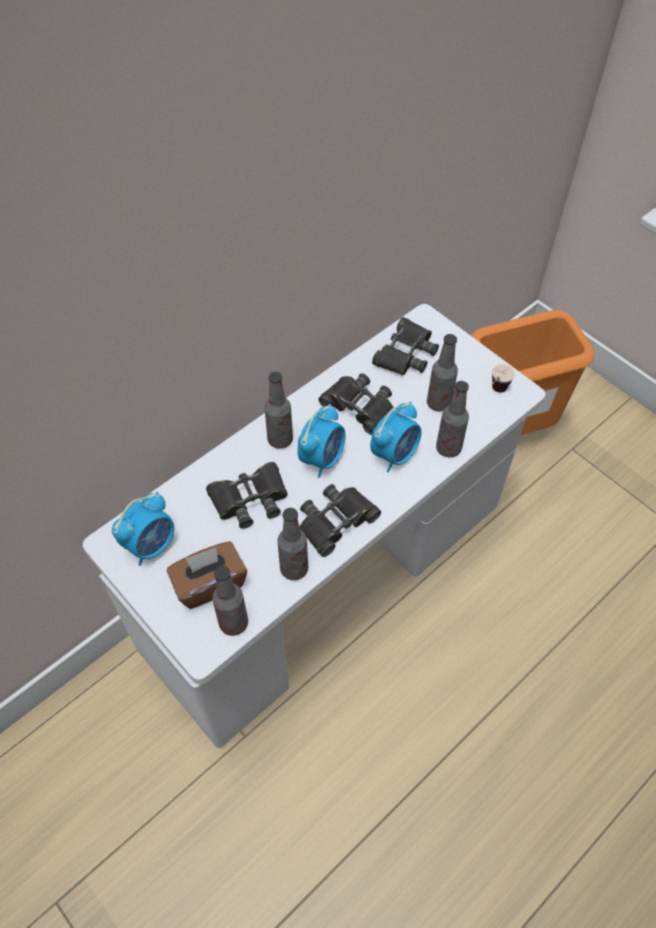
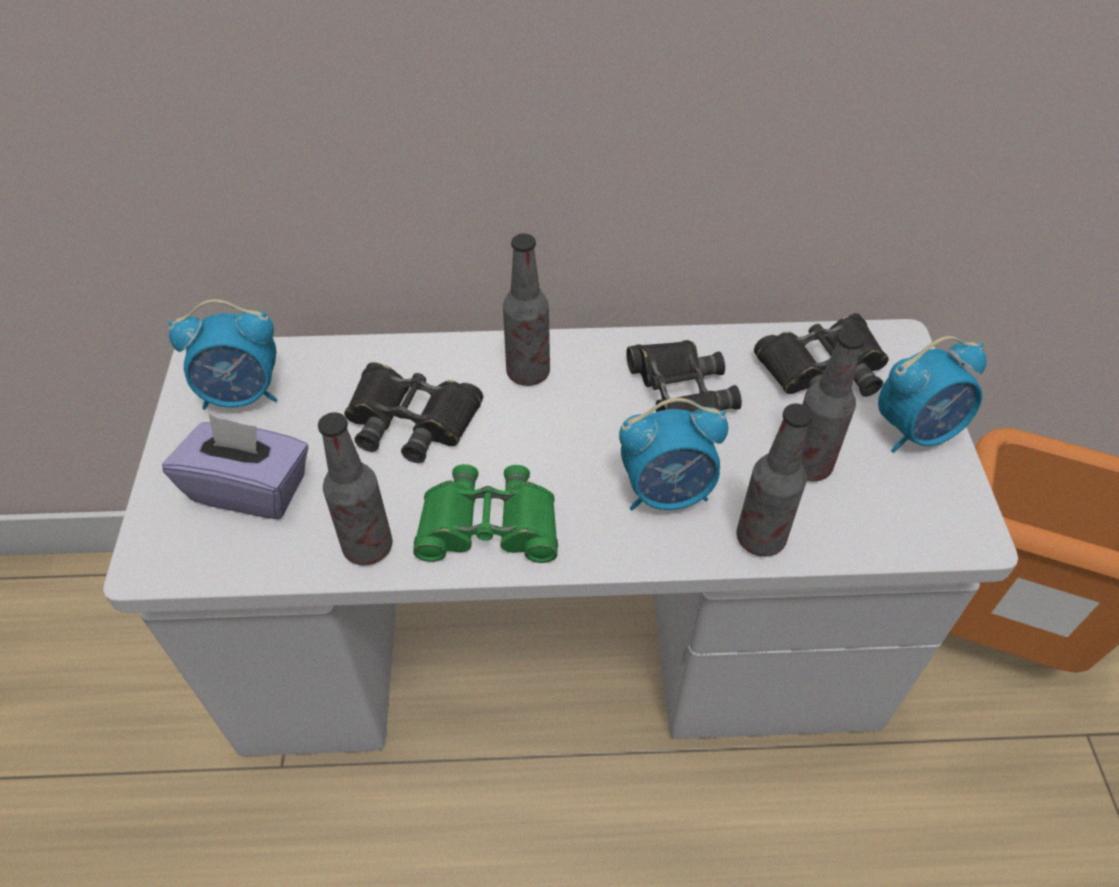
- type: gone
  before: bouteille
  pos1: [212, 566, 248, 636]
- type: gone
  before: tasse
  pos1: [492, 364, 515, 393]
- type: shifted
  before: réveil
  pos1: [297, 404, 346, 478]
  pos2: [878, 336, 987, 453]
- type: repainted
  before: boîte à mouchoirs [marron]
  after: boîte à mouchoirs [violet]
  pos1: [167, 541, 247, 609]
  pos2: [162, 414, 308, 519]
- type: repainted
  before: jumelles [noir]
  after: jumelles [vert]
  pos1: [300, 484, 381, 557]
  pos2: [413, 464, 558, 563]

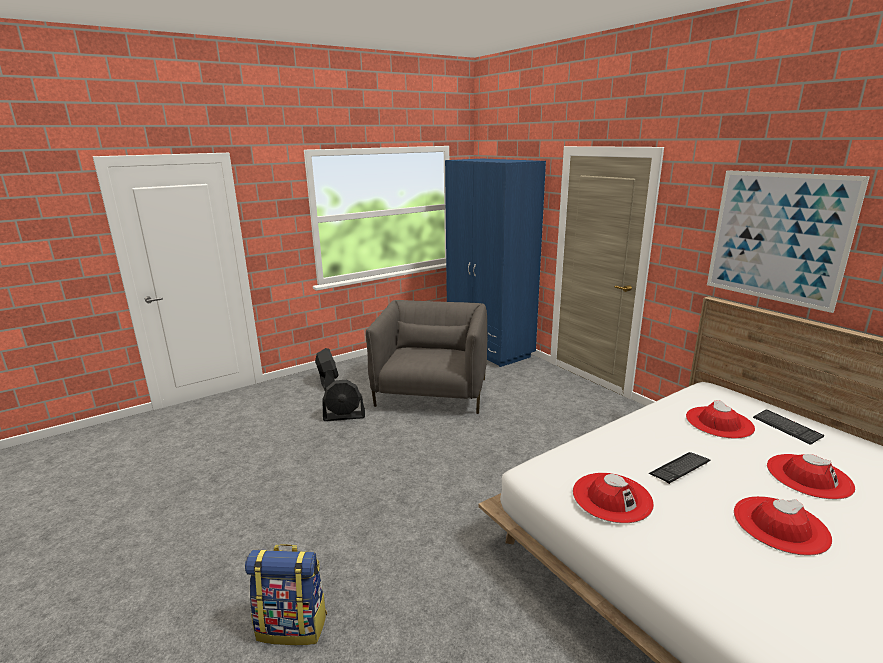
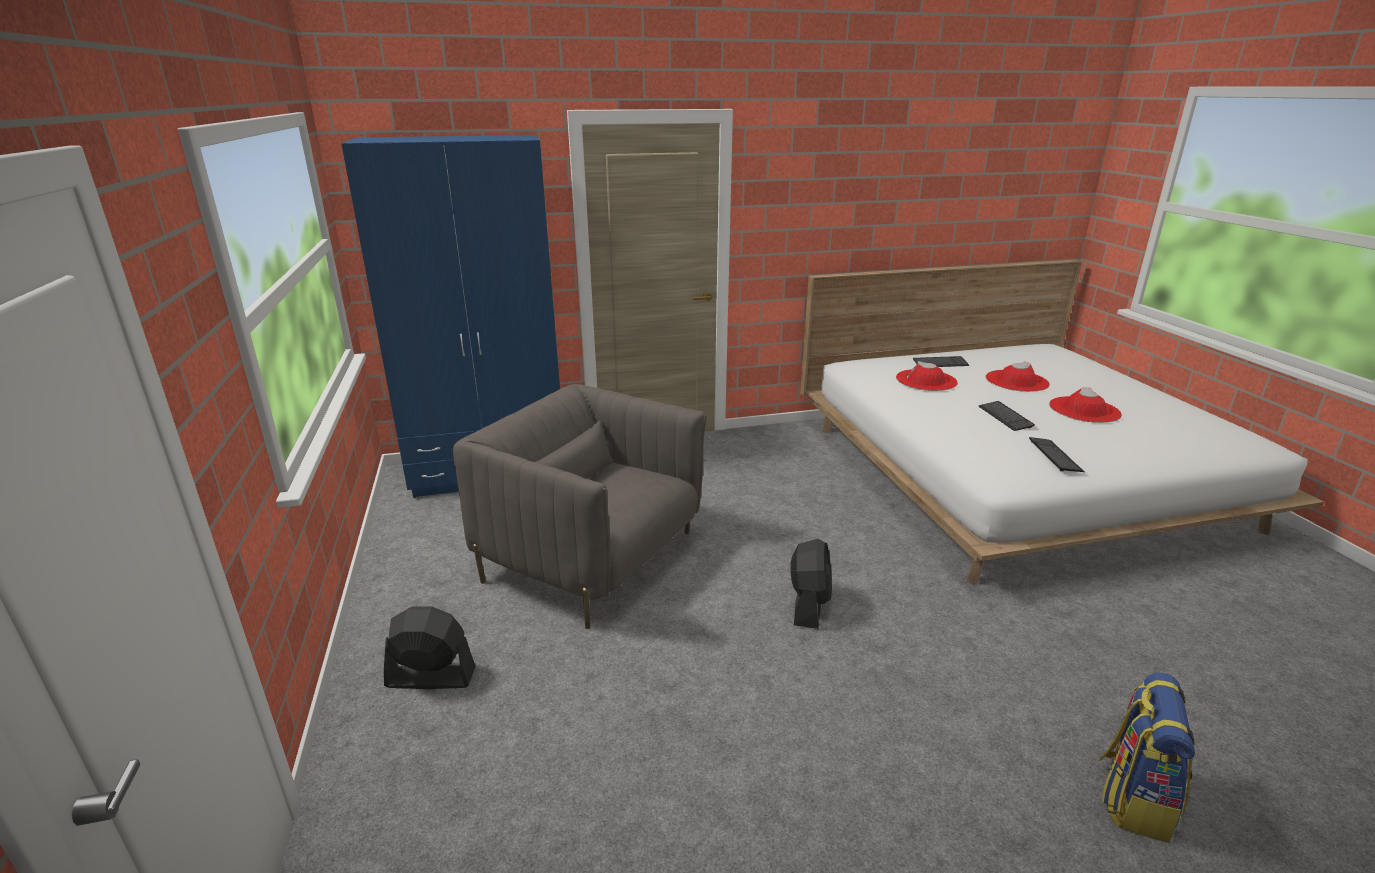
- type: gone
  before: tableau
  pos1: [707, 170, 870, 313]
- type: shifted
  before: ventilateur [noir]
  pos1: [322, 380, 365, 421]
  pos2: [791, 539, 832, 629]
- type: swapped
  before: chapeau [rouge]
  after: clavier
  pos1: [573, 473, 654, 523]
  pos2: [1029, 437, 1084, 472]

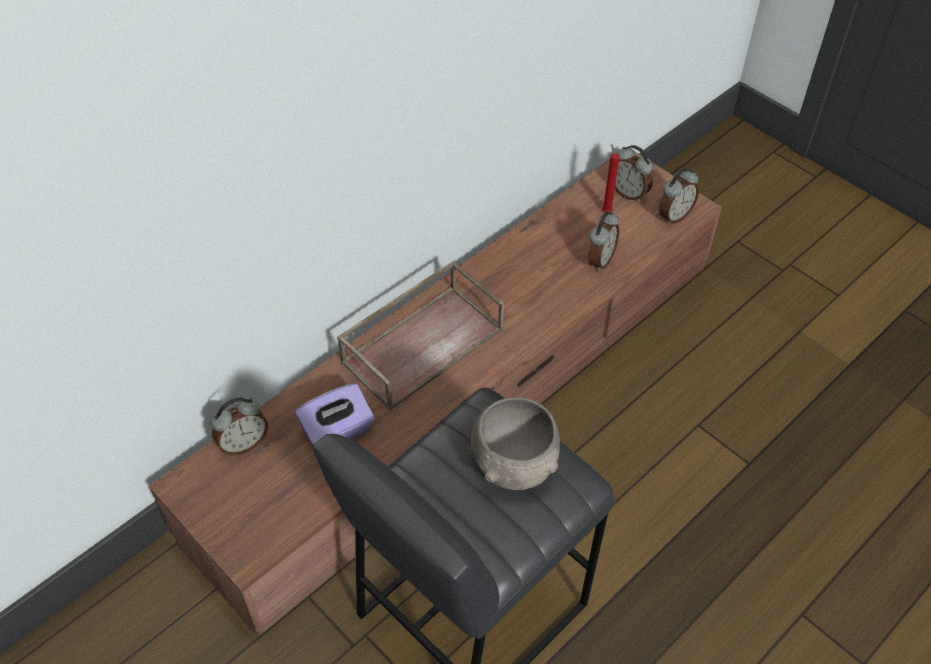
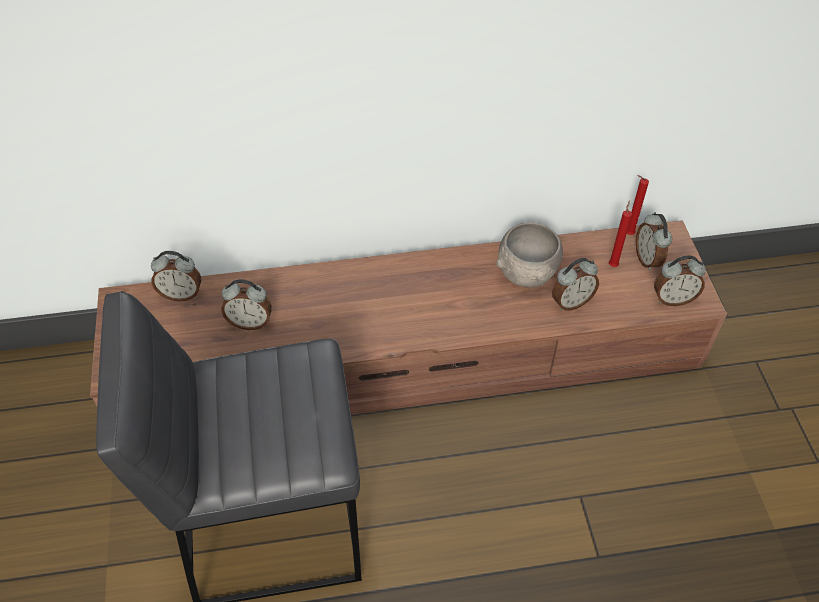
- type: gone
  before: plateau [marron]
  pos1: [337, 260, 504, 410]
- type: new
  after: bougie [rouge]
  pos2: [627, 175, 649, 235]
- type: shifted
  before: bol [gris]
  pos1: [471, 397, 560, 490]
  pos2: [496, 222, 563, 288]
- type: swapped
  before: boîte à mouchoirs [violet]
  after: réveil
  pos1: [295, 383, 374, 445]
  pos2: [222, 279, 272, 330]

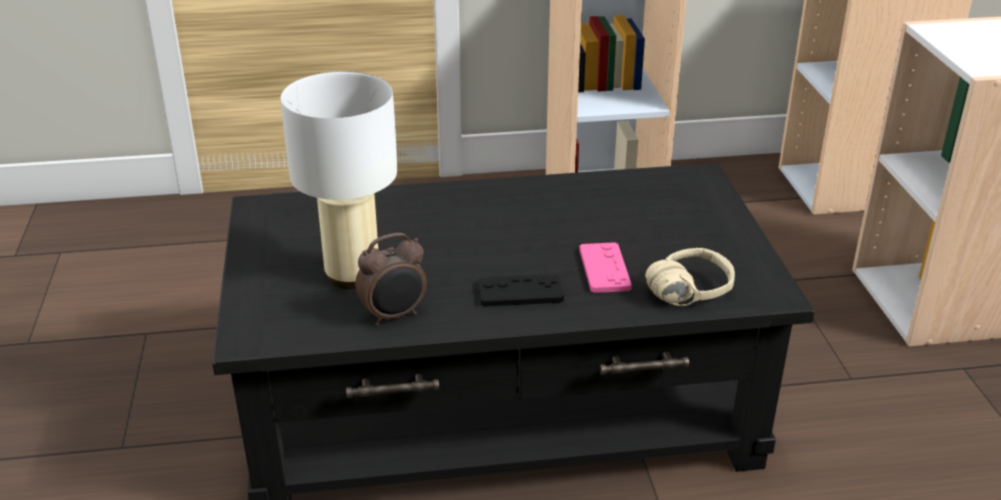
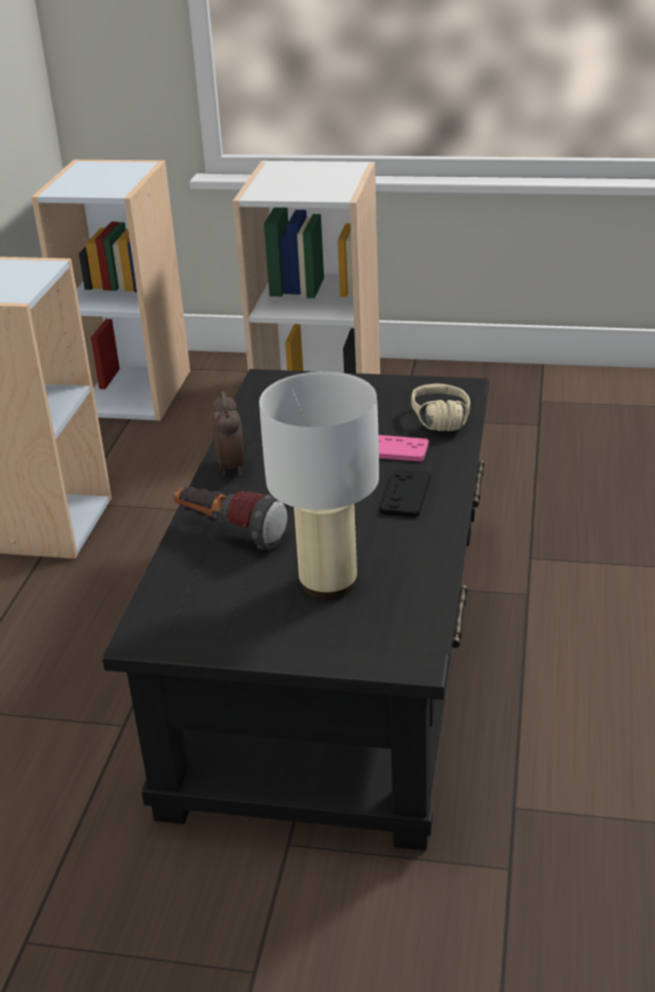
- type: new
  after: lampe de poche
  pos2: [173, 486, 290, 550]
- type: shifted
  before: réveil
  pos1: [355, 233, 427, 326]
  pos2: [212, 391, 246, 476]

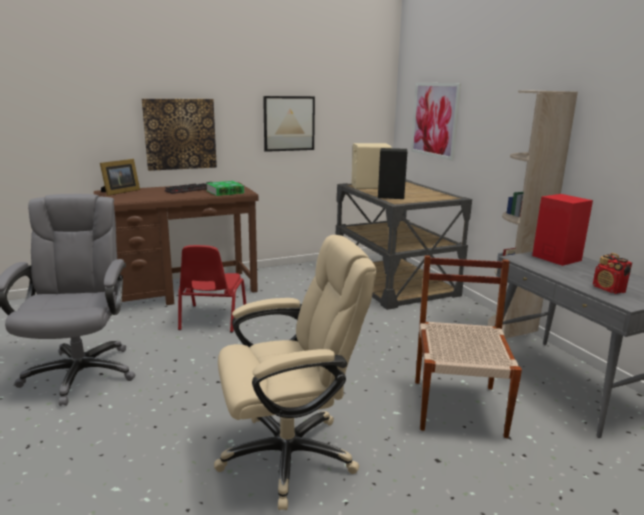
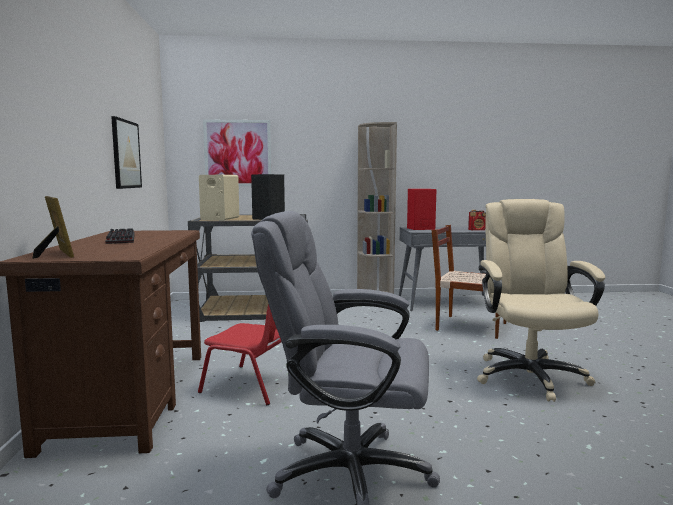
- type: gone
  before: tableau
  pos1: [142, 99, 217, 171]
- type: gone
  before: livre
  pos1: [206, 181, 244, 196]

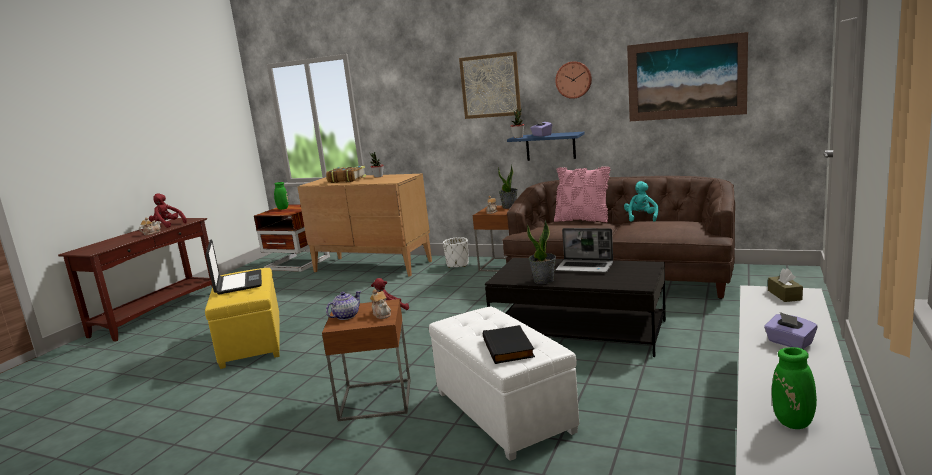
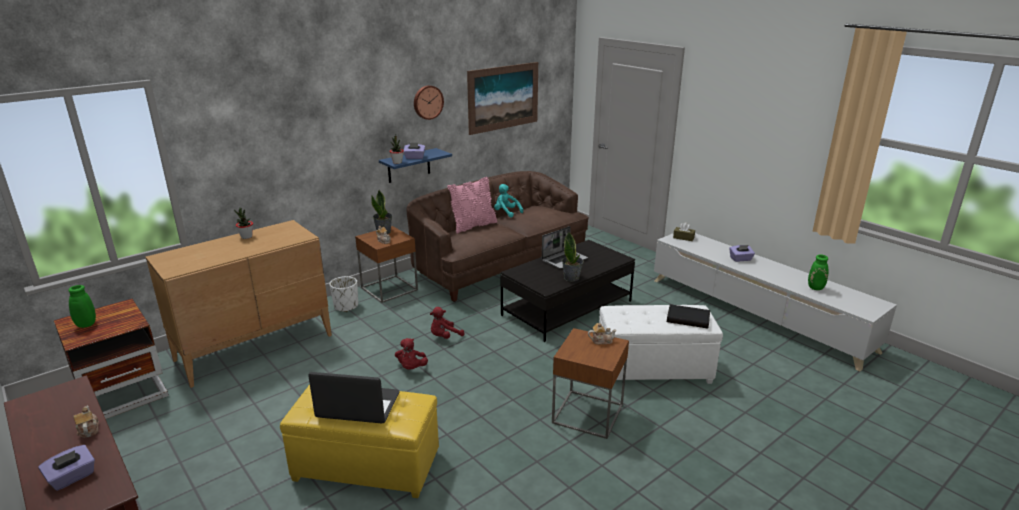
- type: gone
  before: livre
  pos1: [326, 166, 366, 183]
- type: gone
  before: théière
  pos1: [326, 291, 361, 320]
- type: gone
  before: tableau
  pos1: [459, 52, 521, 119]
- type: new
  after: boîte à mouchoirs [violet]
  pos2: [38, 445, 95, 491]
- type: shifted
  before: peluche [rouge]
  pos1: [149, 193, 187, 228]
  pos2: [430, 307, 464, 339]

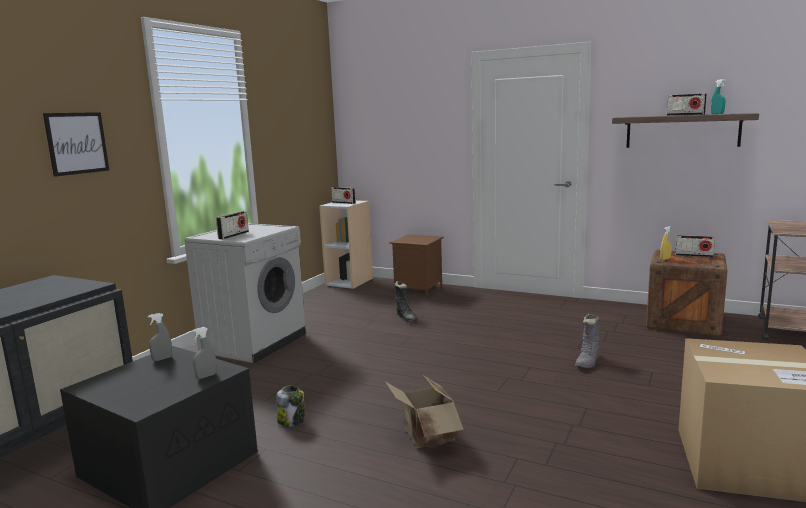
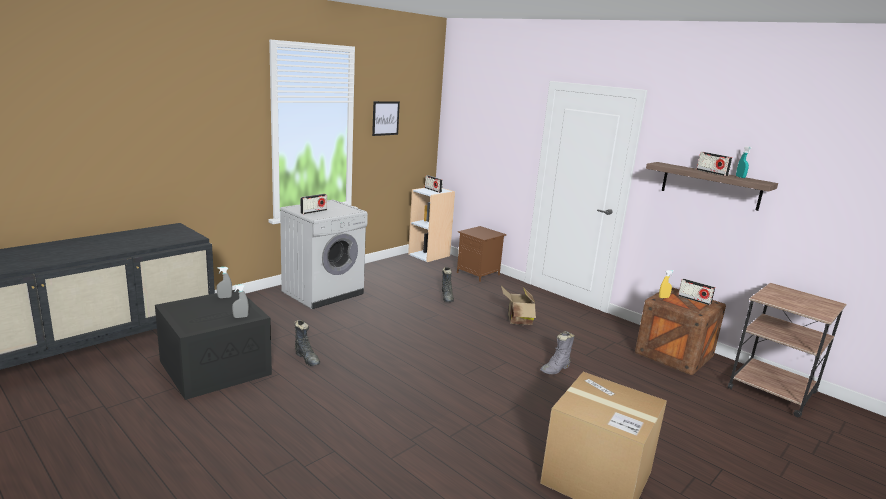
- type: shifted
  before: tableau
  pos1: [43, 112, 109, 177]
  pos2: [372, 101, 400, 136]
- type: shifted
  before: carton
  pos1: [386, 375, 464, 448]
  pos2: [501, 286, 536, 325]
- type: swapped
  before: bocal
  after: botte [noir]
  pos1: [277, 385, 305, 426]
  pos2: [294, 320, 320, 366]

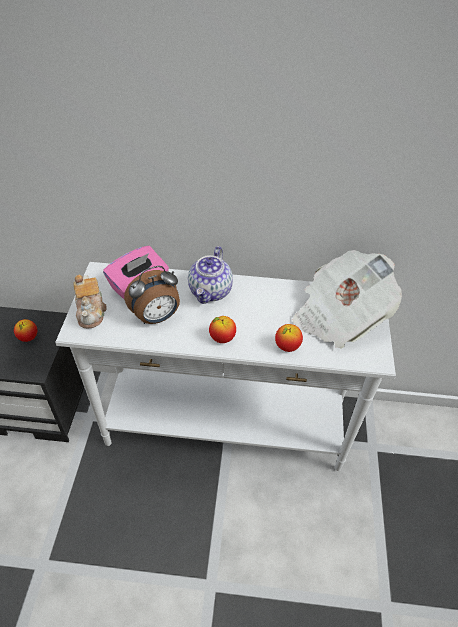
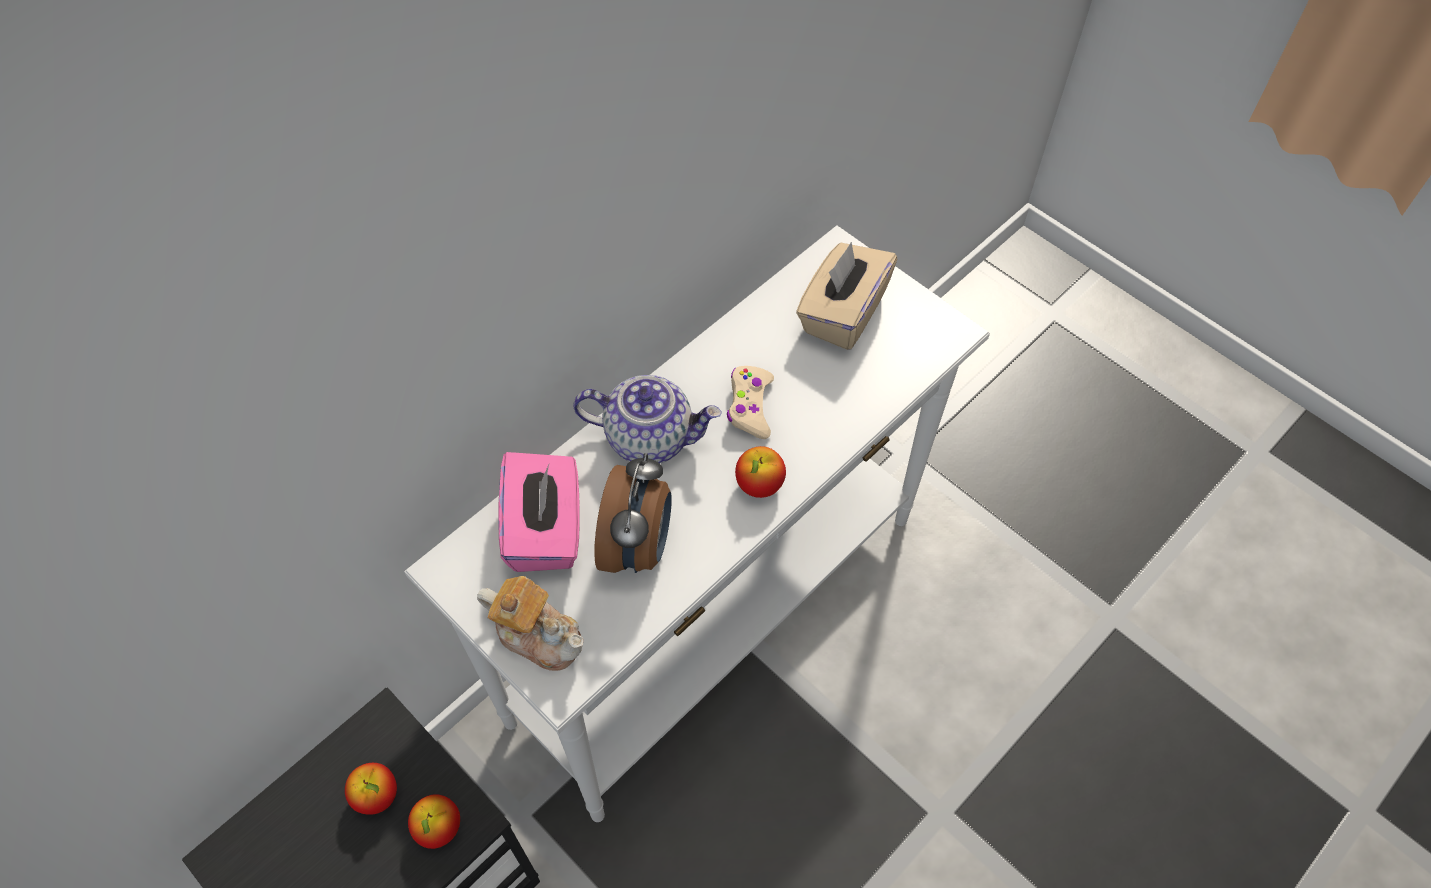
- type: new
  after: manette [beige]
  pos2: [727, 366, 774, 439]
- type: shifted
  before: pomme
  pos1: [275, 324, 303, 352]
  pos2: [408, 794, 460, 849]
- type: swapped
  before: journal
  after: boîte à mouchoirs [beige]
  pos1: [292, 250, 402, 349]
  pos2: [796, 242, 897, 350]
- type: rotated
  before: théière
  pos1: [188, 246, 233, 304]
  pos2: [573, 375, 722, 463]
  turn: -45

